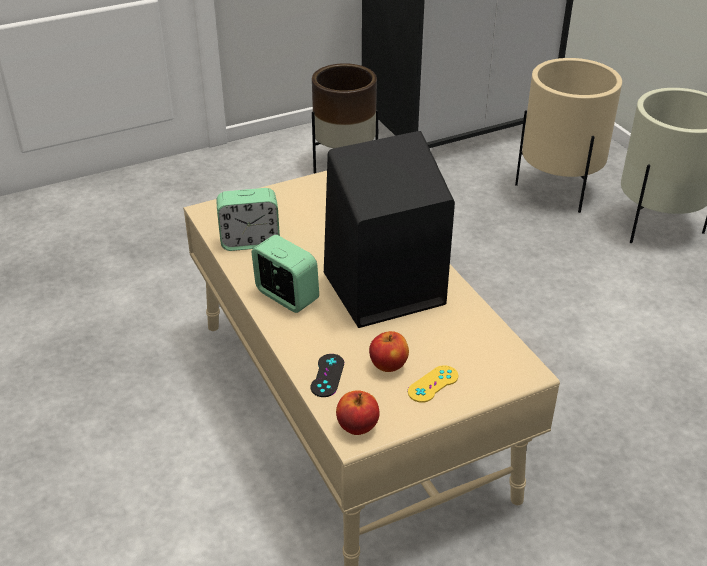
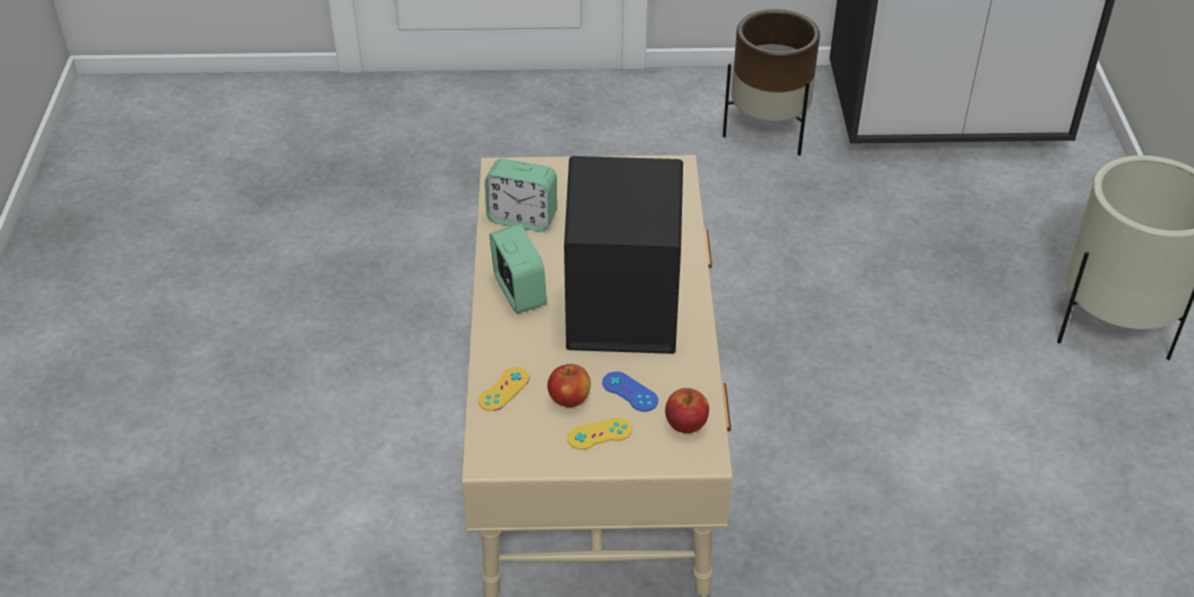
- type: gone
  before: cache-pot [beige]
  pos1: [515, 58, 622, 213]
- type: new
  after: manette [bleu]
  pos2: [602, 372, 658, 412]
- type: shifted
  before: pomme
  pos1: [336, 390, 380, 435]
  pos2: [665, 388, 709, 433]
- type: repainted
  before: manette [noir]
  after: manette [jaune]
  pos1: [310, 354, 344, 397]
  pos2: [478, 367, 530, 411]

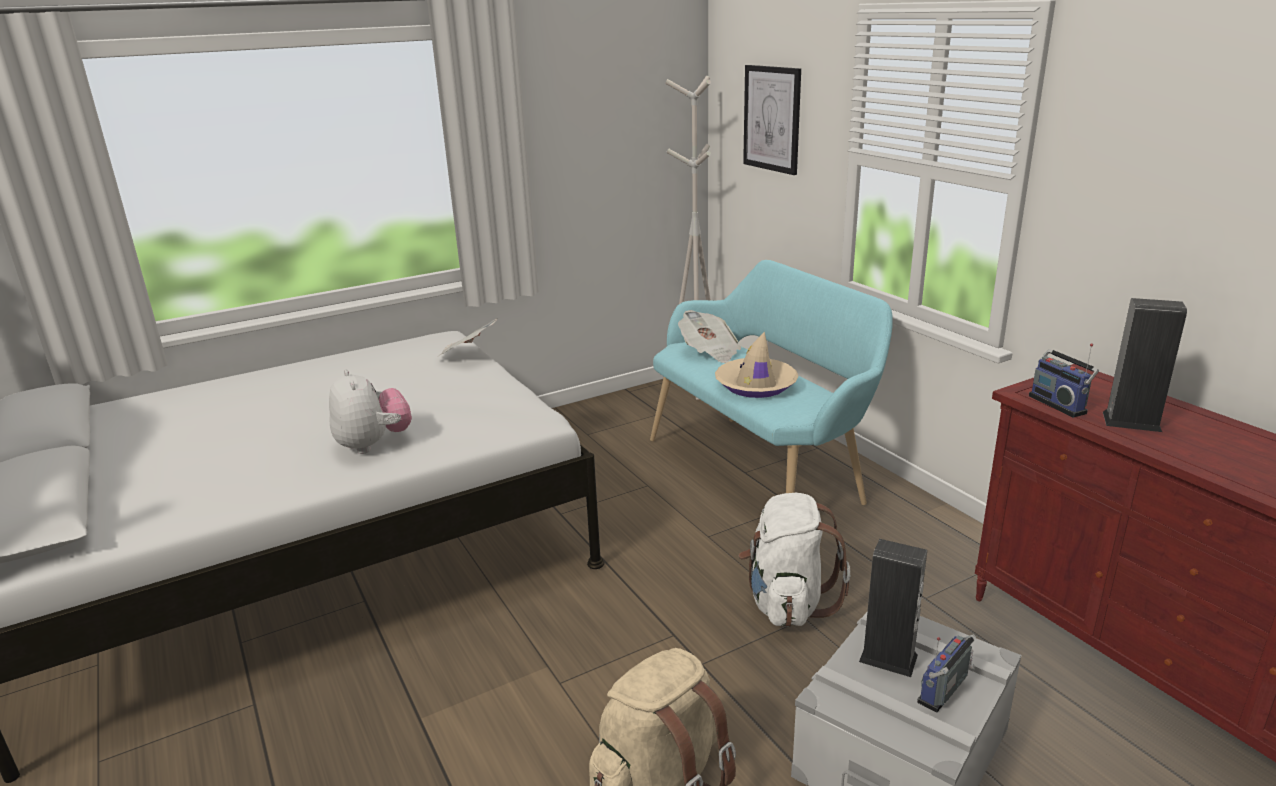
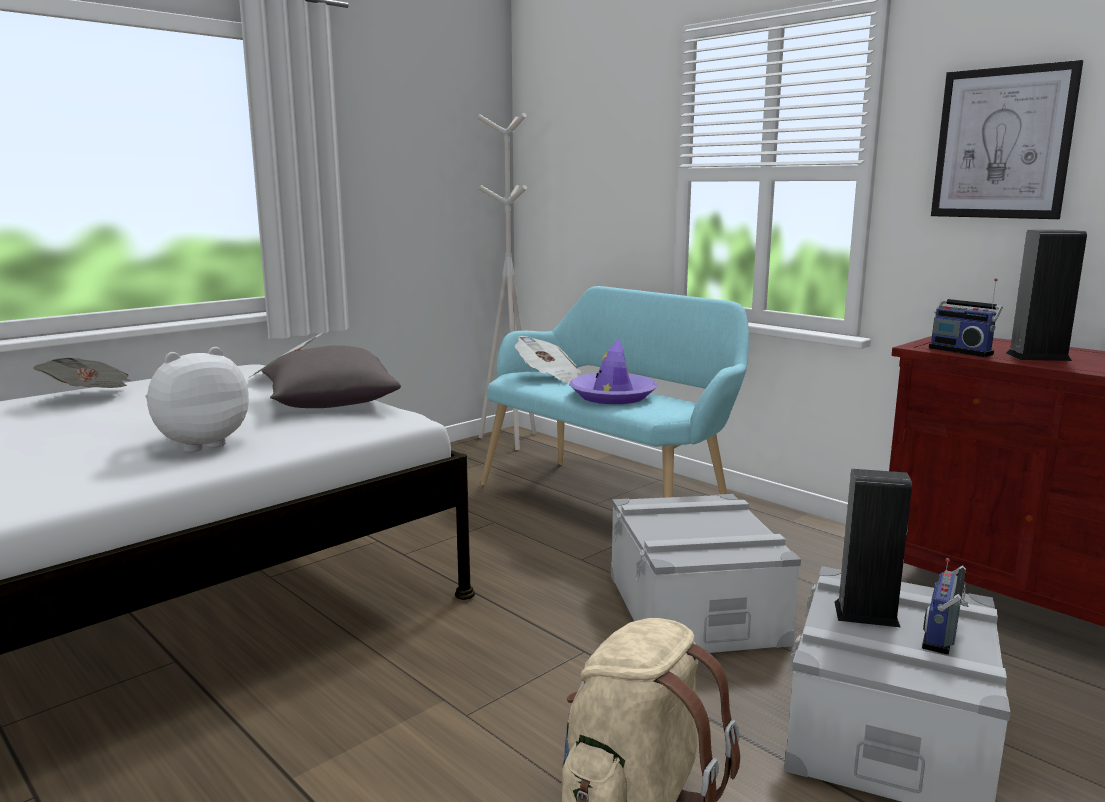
- type: new
  after: journal
  pos2: [33, 358, 131, 388]
- type: new
  after: coussin [gris]
  pos2: [262, 345, 401, 408]
- type: shifted
  before: tableau
  pos1: [743, 65, 801, 175]
  pos2: [931, 60, 1083, 219]
- type: swapped
  before: sac à dos [blanc]
  after: boîte de rangement [gris]
  pos1: [739, 493, 850, 627]
  pos2: [611, 494, 801, 653]
- type: repainted
  before: chapeau [beige]
  after: chapeau [violet]
  pos1: [715, 331, 799, 398]
  pos2: [569, 338, 657, 404]
- type: rotated
  before: peluche
  pos1: [329, 369, 412, 454]
  pos2: [145, 347, 249, 452]
  turn: -90

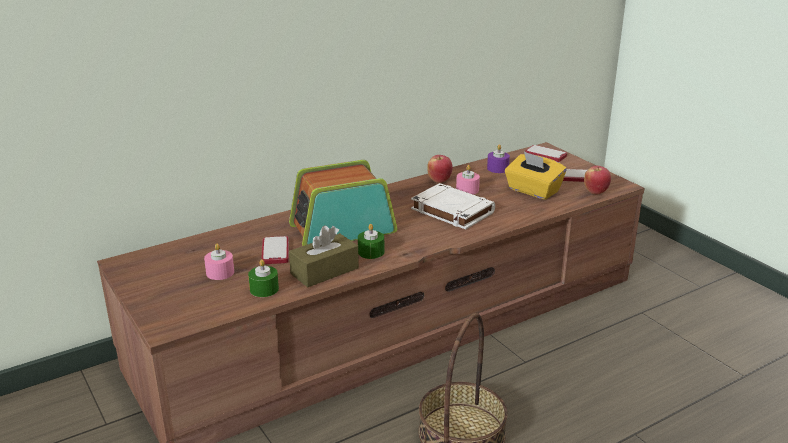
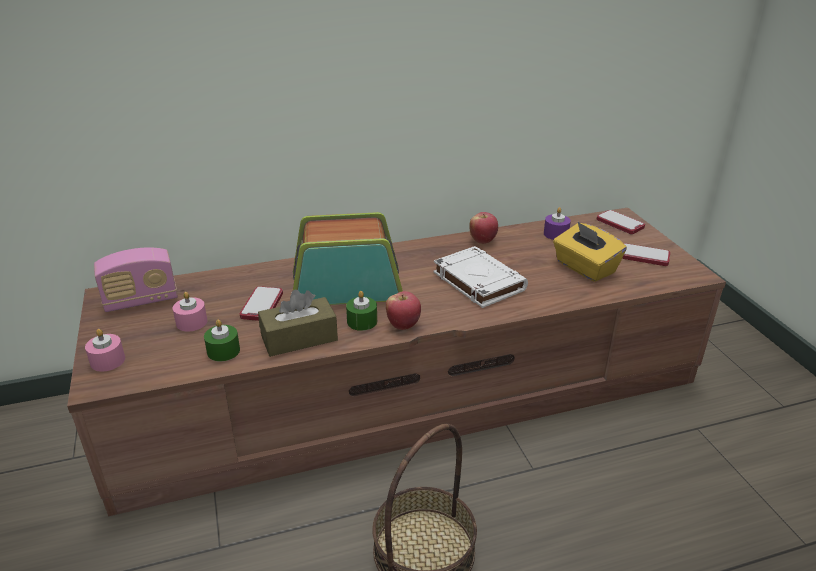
- type: new
  after: radio
  pos2: [94, 247, 178, 312]
- type: shifted
  before: bougie [rose]
  pos1: [456, 165, 480, 195]
  pos2: [85, 329, 125, 372]
- type: shifted
  before: pomme
  pos1: [584, 166, 611, 195]
  pos2: [386, 291, 421, 330]

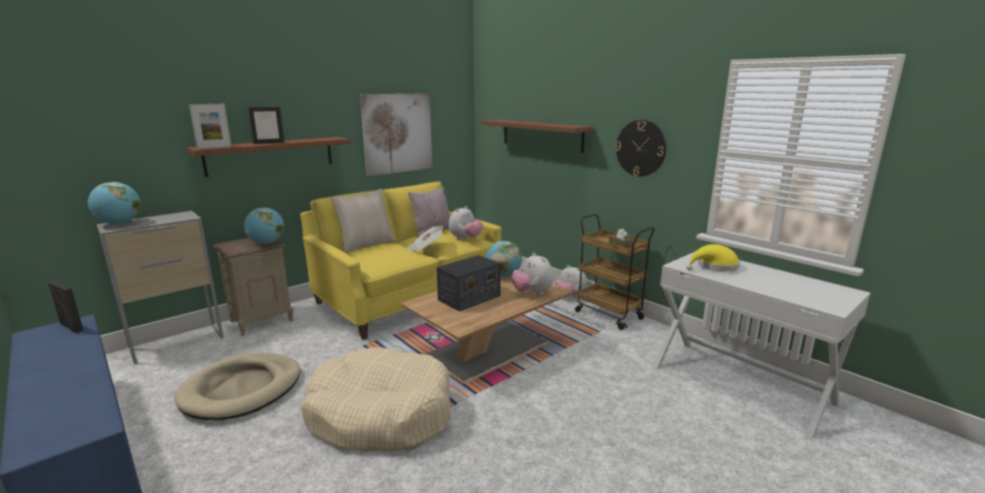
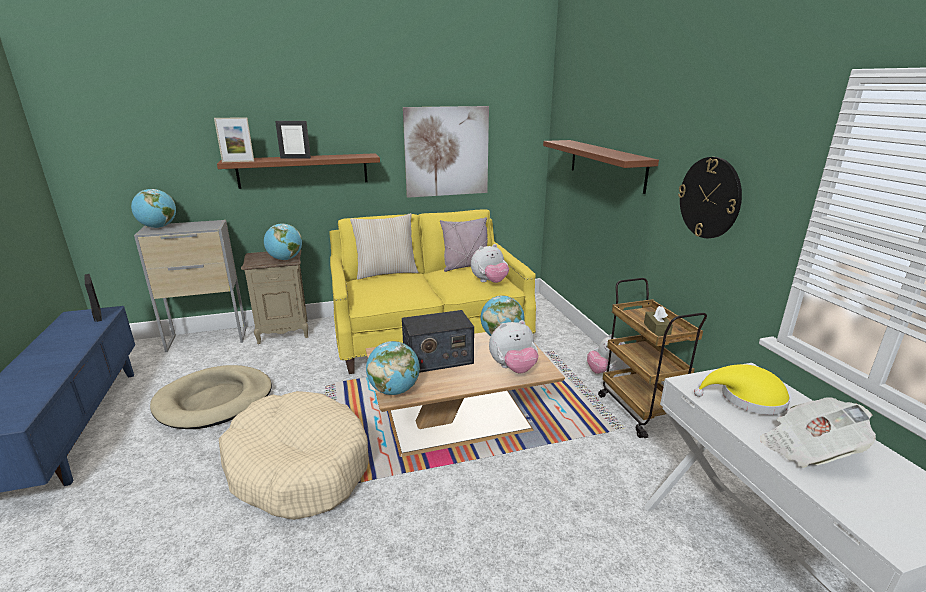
- type: new
  after: globe
  pos2: [366, 341, 420, 395]
- type: shifted
  before: journal
  pos1: [407, 226, 443, 252]
  pos2: [760, 397, 876, 468]
- type: rotated
  before: peluche
  pos1: [512, 253, 553, 295]
  pos2: [489, 320, 538, 373]
  turn: -105

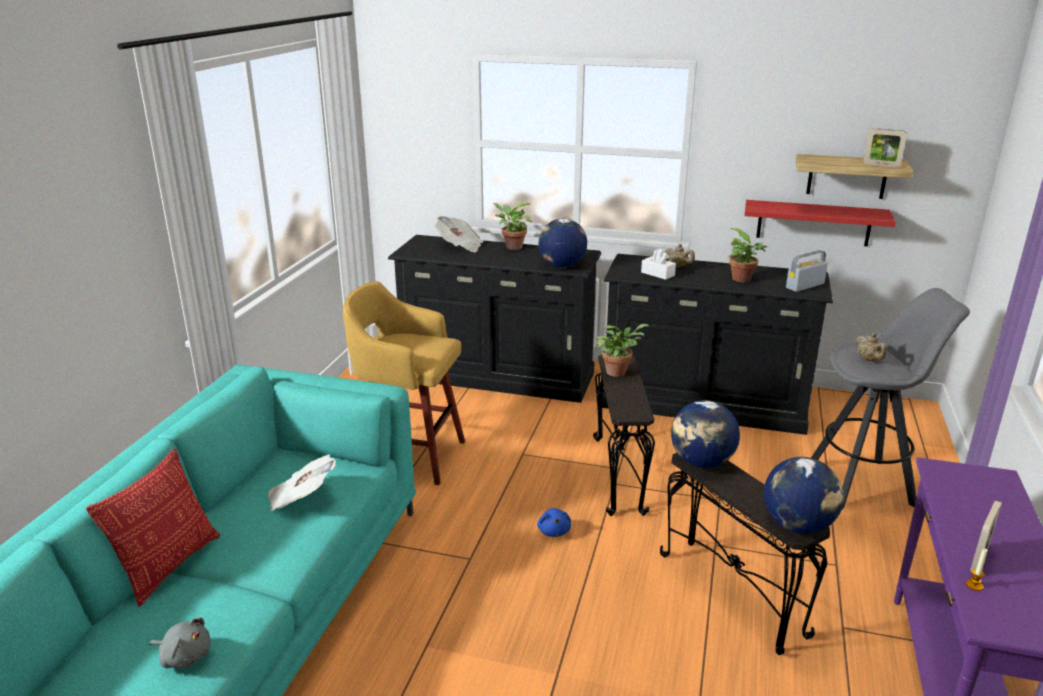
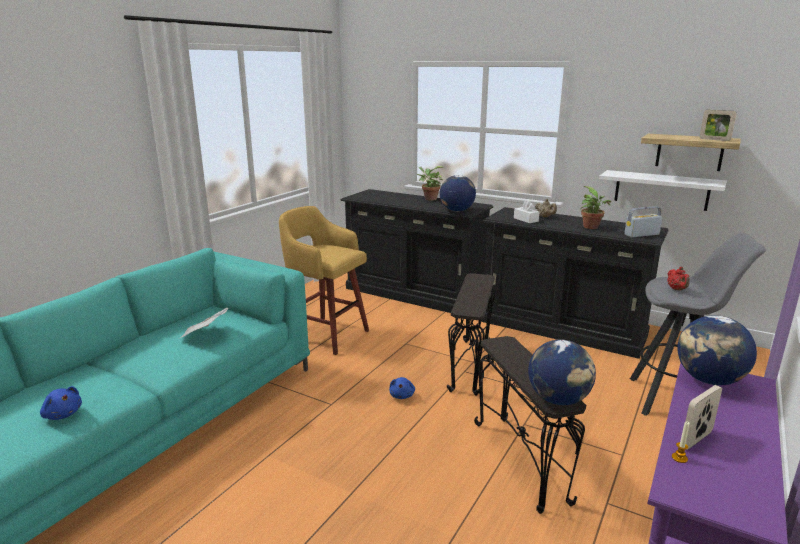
- type: gone
  before: coussin [rouge]
  pos1: [86, 449, 220, 607]
- type: gone
  before: journal
  pos1: [435, 216, 483, 252]
- type: gone
  before: plante en pot
  pos1: [596, 324, 650, 377]
- type: shifted
  before: globe
  pos1: [671, 400, 740, 468]
  pos2: [677, 315, 757, 385]
- type: repainted
  before: peluche [gris]
  after: peluche [bleu]
  pos1: [149, 617, 210, 668]
  pos2: [40, 386, 82, 420]
- type: repainted
  before: étagère [rouge]
  after: étagère [blanc]
  pos1: [744, 200, 896, 246]
  pos2: [599, 170, 727, 211]
- type: repainted
  before: théière [beige]
  after: théière [rouge]
  pos1: [856, 333, 887, 361]
  pos2: [667, 267, 690, 290]

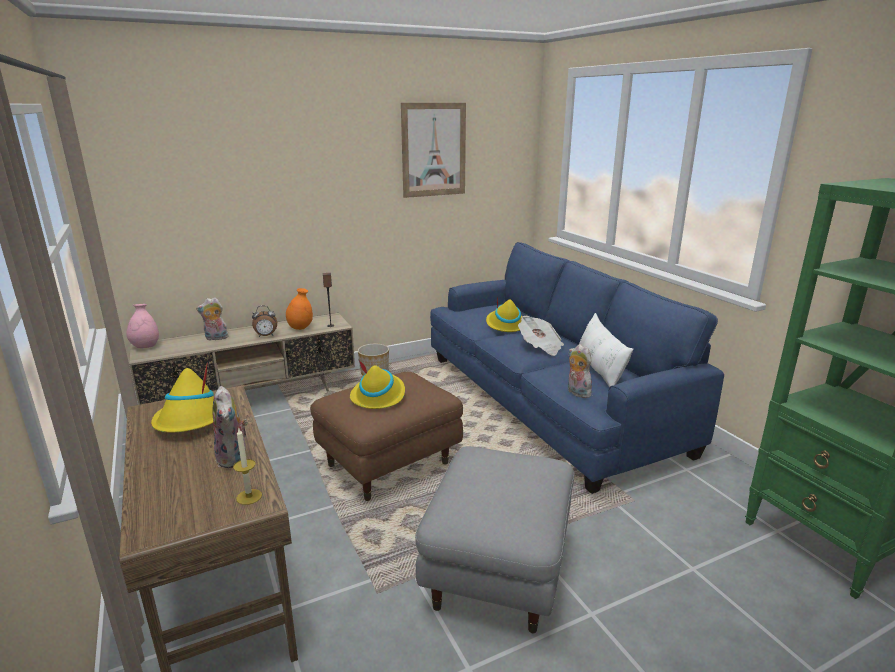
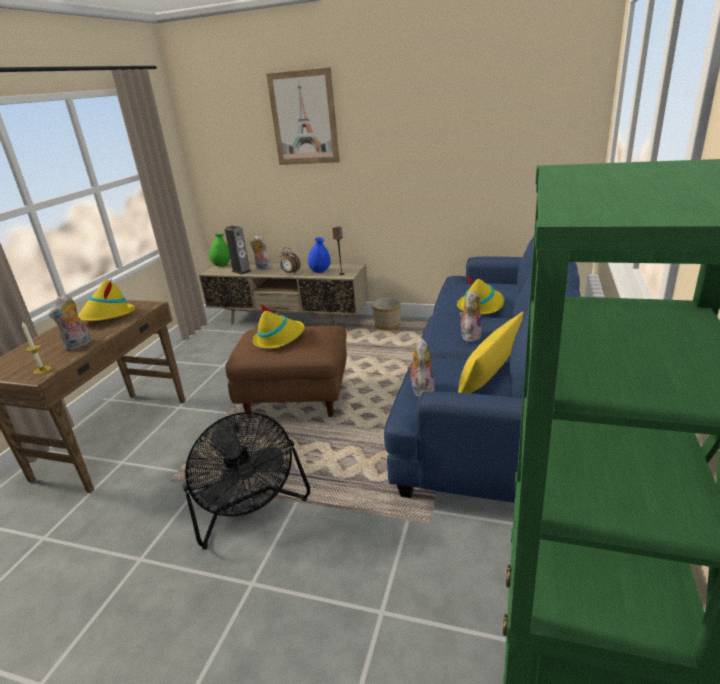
- type: new
  after: enceinte
  pos2: [225, 226, 251, 275]
- type: shifted
  before: tableau
  pos1: [401, 103, 466, 198]
  pos2: [266, 67, 340, 165]
- type: swapped
  before: pouf [gris]
  after: ventilateur [noir]
  pos1: [415, 446, 574, 633]
  pos2: [182, 412, 310, 549]
- type: swapped
  before: journal
  after: peluche
  pos1: [518, 316, 564, 356]
  pos2: [459, 290, 482, 342]
- type: repainted
  before: vase [rose]
  after: vase [vert]
  pos1: [127, 304, 159, 348]
  pos2: [209, 234, 230, 266]
- type: repainted
  before: vase [orange]
  after: vase [bleu]
  pos1: [286, 288, 313, 330]
  pos2: [308, 237, 330, 273]
- type: repainted
  before: coussin [blanc]
  after: coussin [jaune]
  pos1: [579, 313, 633, 387]
  pos2: [458, 311, 524, 393]

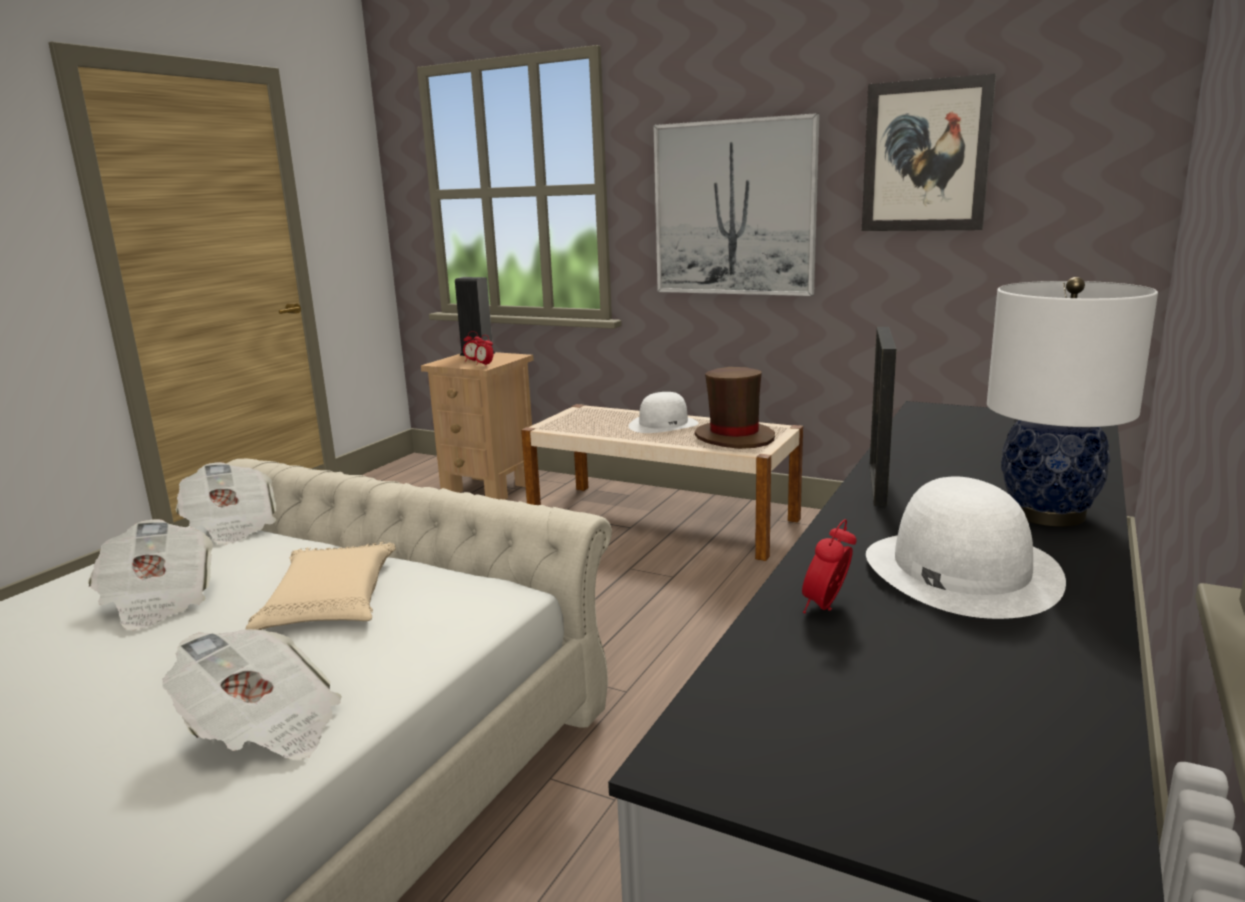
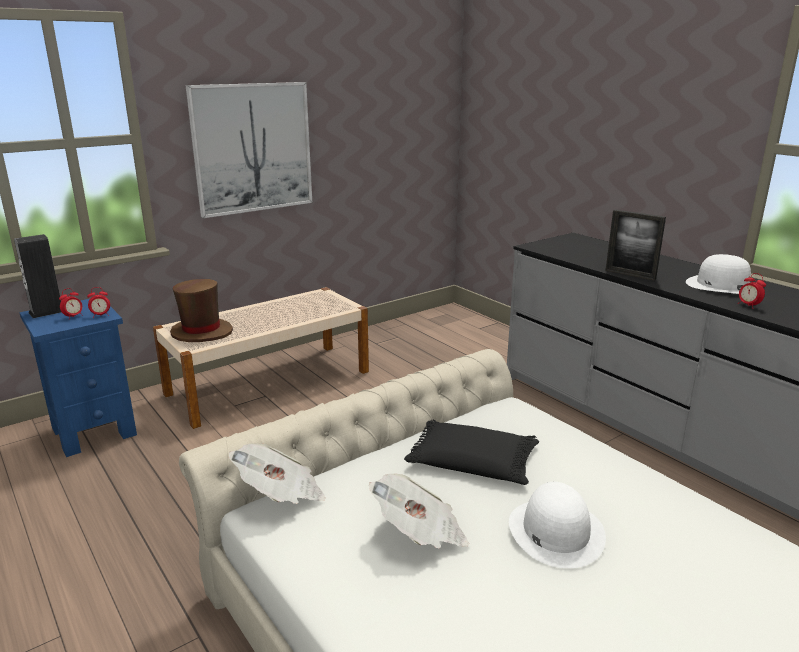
- type: gone
  before: journal
  pos1: [162, 629, 342, 760]
- type: gone
  before: tableau
  pos1: [862, 73, 996, 231]
- type: gone
  before: lampe de table [blanc]
  pos1: [987, 277, 1158, 527]
- type: shifted
  before: chapeau [blanc]
  pos1: [629, 392, 699, 433]
  pos2: [509, 482, 606, 568]
- type: shifted
  before: chapeau [marron]
  pos1: [695, 367, 775, 449]
  pos2: [170, 279, 233, 342]
- type: repainted
  before: coussin [beige]
  after: coussin [noir]
  pos1: [246, 541, 396, 630]
  pos2: [404, 420, 539, 485]
- type: repainted
  before: table de chevet [beige]
  after: table de chevet [bleu]
  pos1: [421, 352, 534, 500]
  pos2: [19, 299, 137, 457]

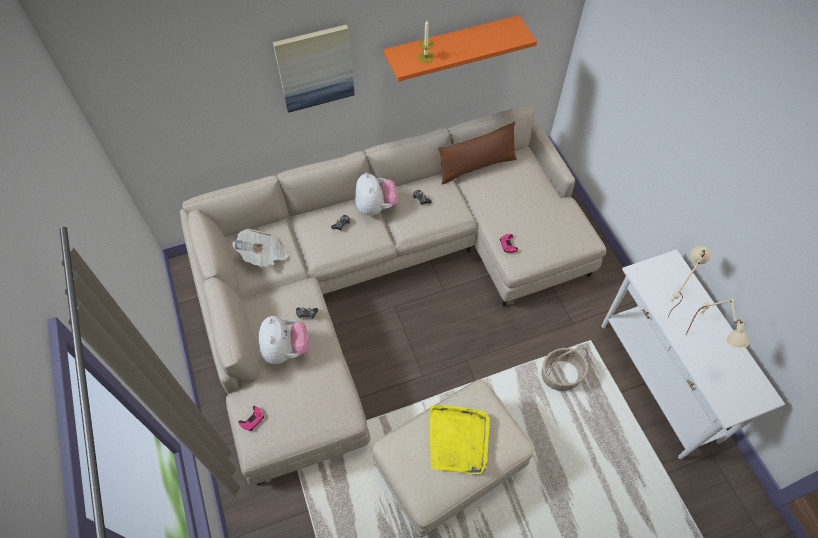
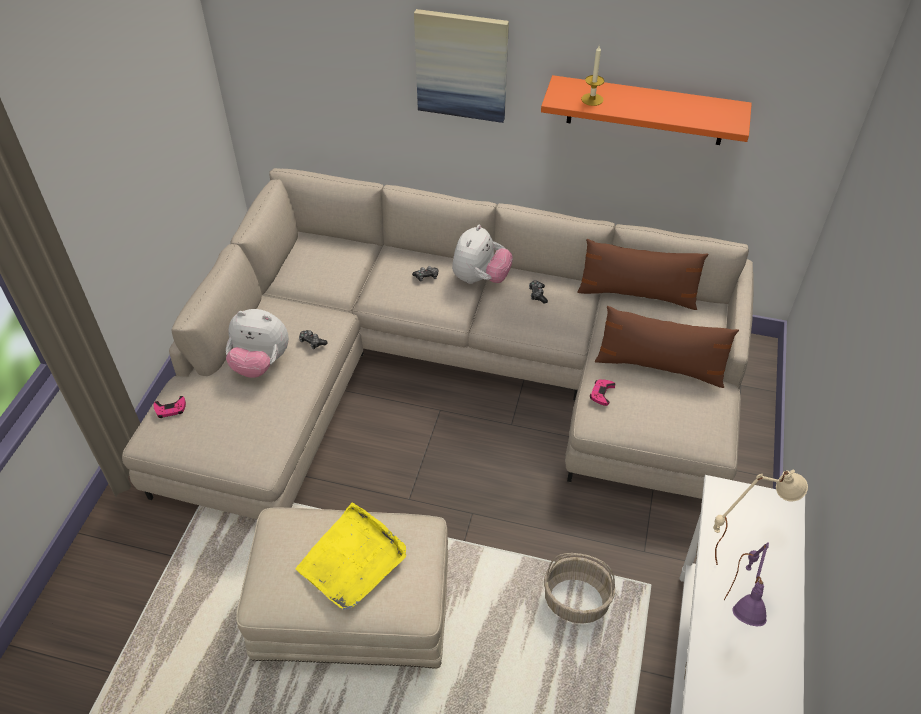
- type: gone
  before: journal
  pos1: [232, 229, 288, 268]
- type: new
  after: coussin [marron]
  pos2: [595, 306, 739, 388]
- type: repainted
  before: lampe de table [beige]
  after: lampe de table [violet]
  pos1: [686, 298, 749, 348]
  pos2: [724, 542, 769, 626]
- type: rotated
  before: peluche
  pos1: [259, 316, 309, 364]
  pos2: [226, 309, 289, 378]
  turn: 75

